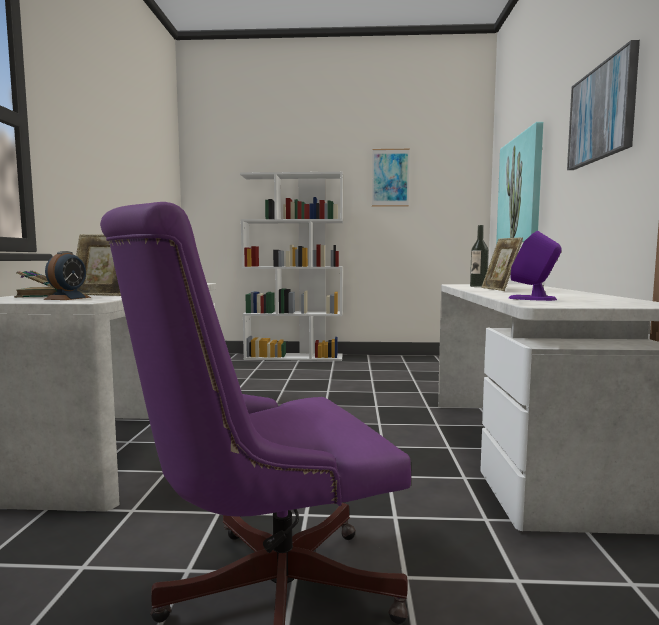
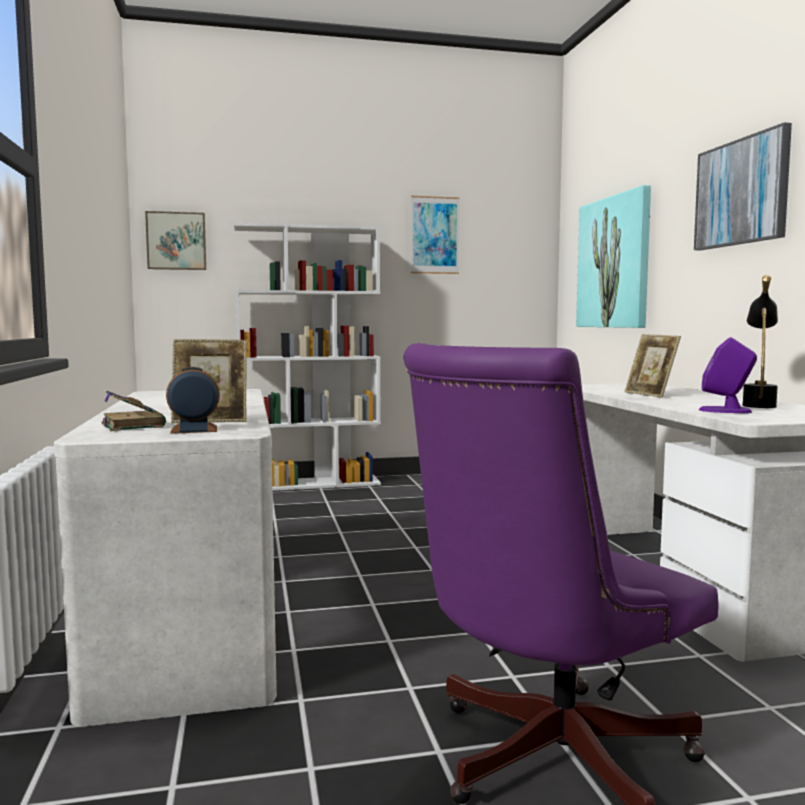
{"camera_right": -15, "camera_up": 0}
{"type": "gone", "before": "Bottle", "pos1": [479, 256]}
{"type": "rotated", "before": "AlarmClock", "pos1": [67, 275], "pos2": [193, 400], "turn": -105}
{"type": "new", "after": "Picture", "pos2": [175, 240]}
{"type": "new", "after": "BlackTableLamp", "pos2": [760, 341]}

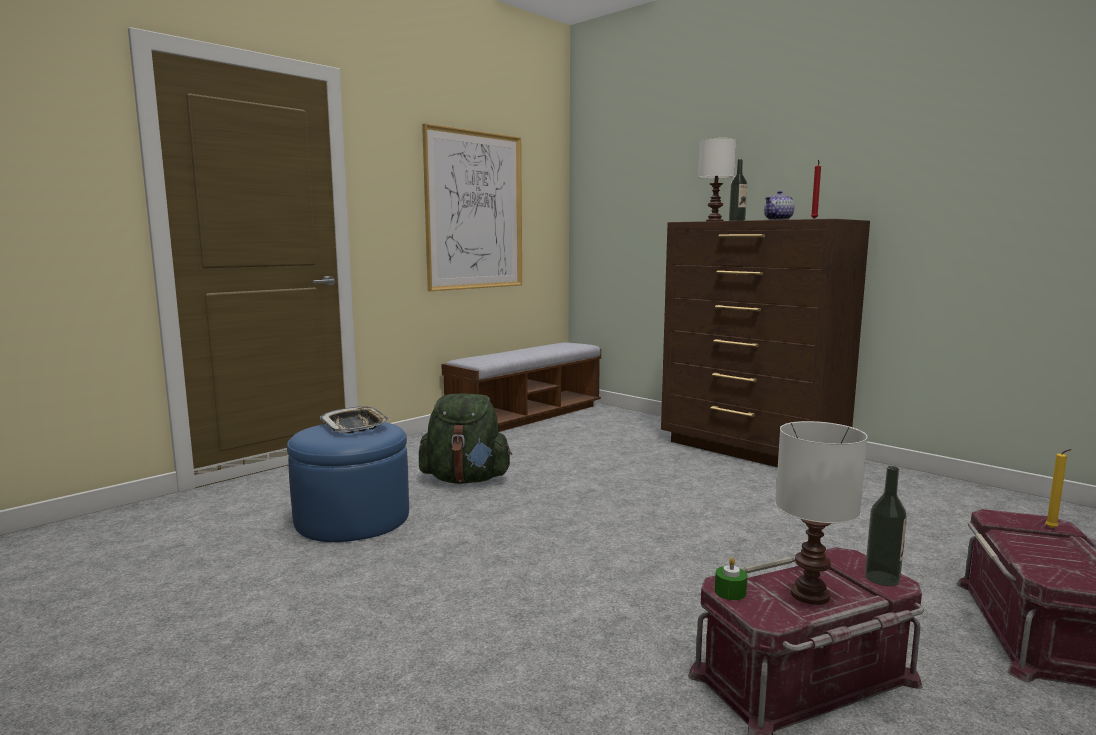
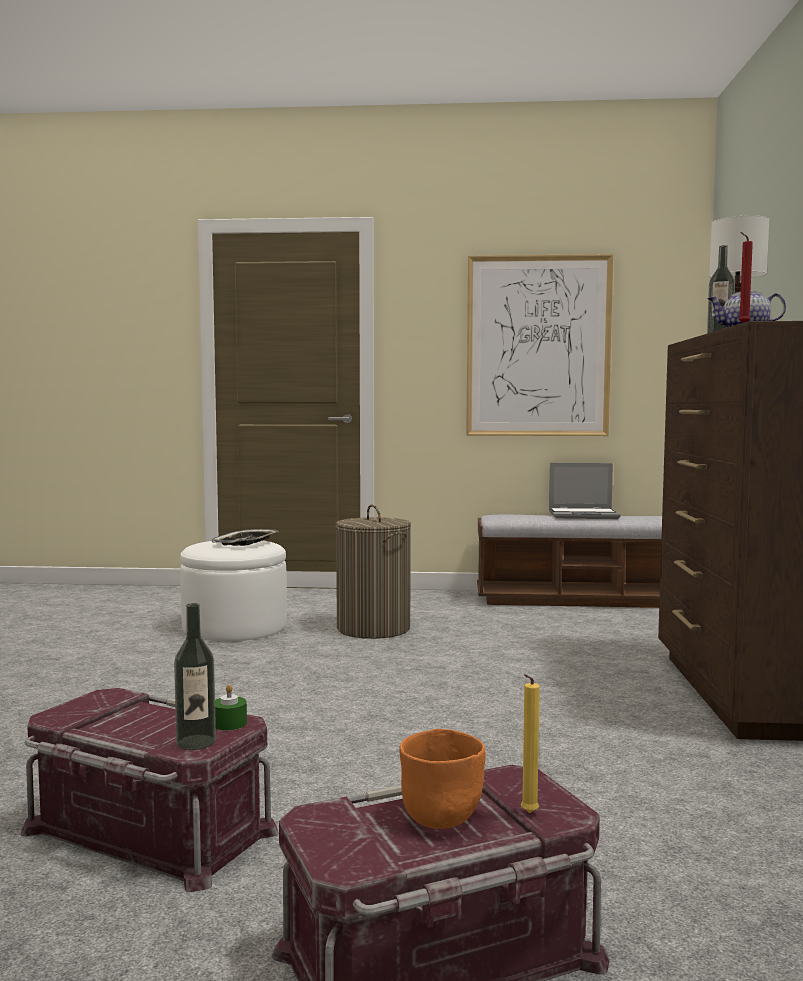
{"camera_right": 50, "camera_up": -5}
{"type": "swapped", "before": "GreenBackpack", "after": "LaundryBasket", "pos1": [465, 438], "pos2": [373, 572]}
{"type": "gone", "before": "WhiteTableLamp", "pos1": [821, 513]}
{"type": "repainted", "before": "BlueOttoman", "after": "WhiteOttoman", "pos1": [348, 482], "pos2": [233, 591]}
{"type": "shifted", "before": "GreenCandle", "pos1": [731, 579], "pos2": [231, 707]}
{"type": "new", "after": "Laptop", "pos2": [584, 491]}
{"type": "new", "after": "OrangeBowl", "pos2": [442, 779]}

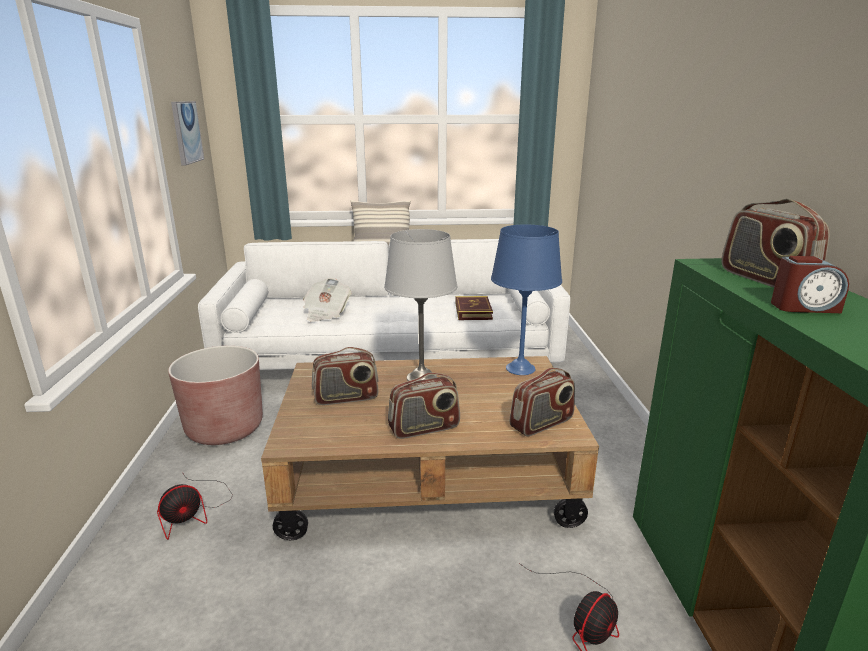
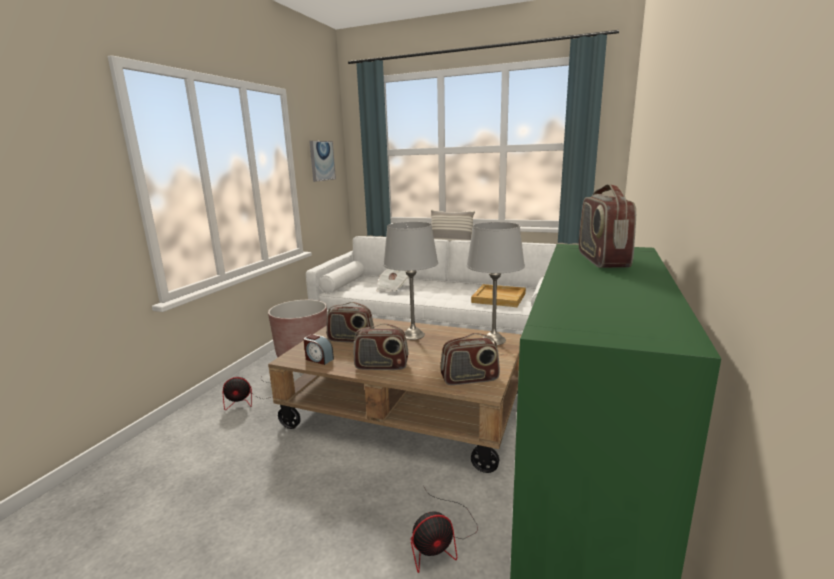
{"camera_right": 25, "camera_up": -5}
{"type": "repainted", "before": "BlueTableLamp", "after": "GreyTableLamp", "pos1": [526, 300], "pos2": [496, 283]}
{"type": "shifted", "before": "AlarmClock", "pos1": [810, 284], "pos2": [319, 349]}
{"type": "swapped", "before": "Book", "after": "BeigeTray", "pos1": [474, 308], "pos2": [498, 295]}

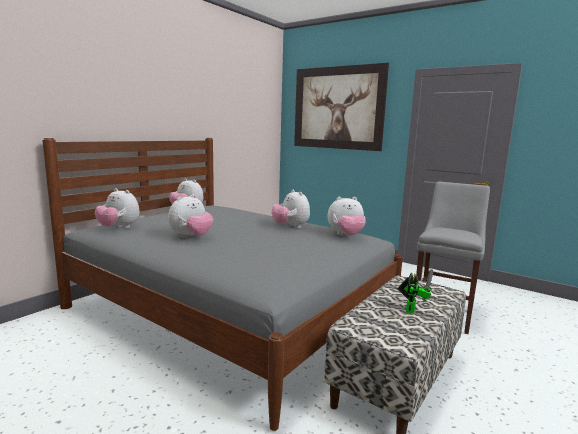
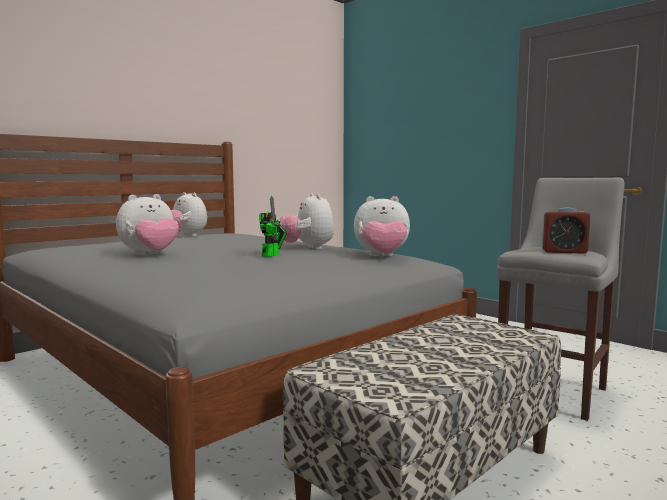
{"camera_right": 10, "camera_up": -5}
{"type": "gone", "before": "Picture", "pos1": [341, 107]}
{"type": "gone", "before": "PlushToy", "pos1": [117, 208]}
{"type": "shifted", "before": "ToyRobot", "pos1": [415, 291], "pos2": [273, 226]}
{"type": "new", "after": "AlarmClock", "pos2": [566, 230]}

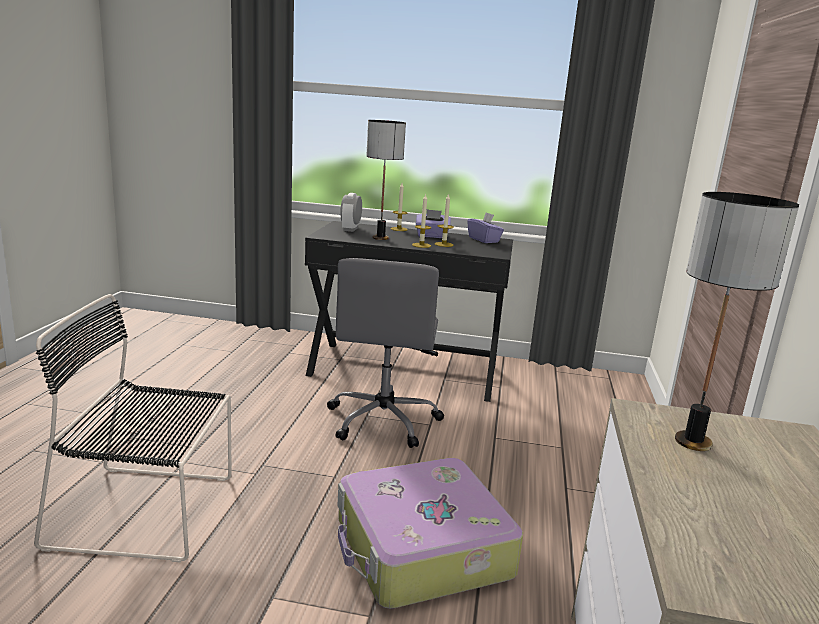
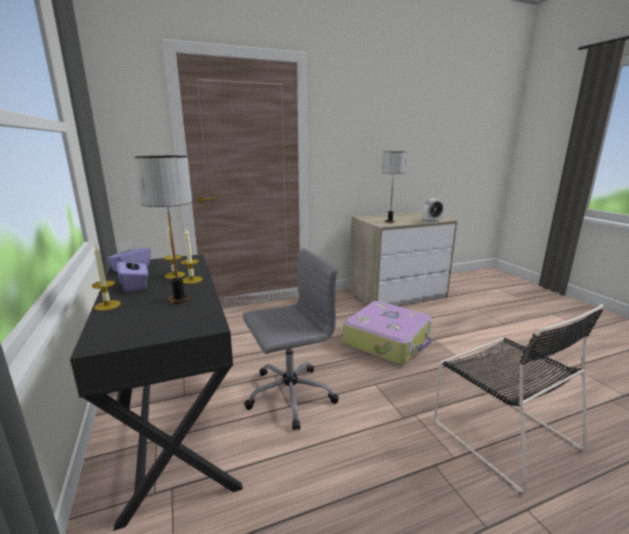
{"camera_right": -120, "camera_up": 0}
{"type": "shifted", "before": "AlarmClock", "pos1": [351, 212], "pos2": [433, 210]}

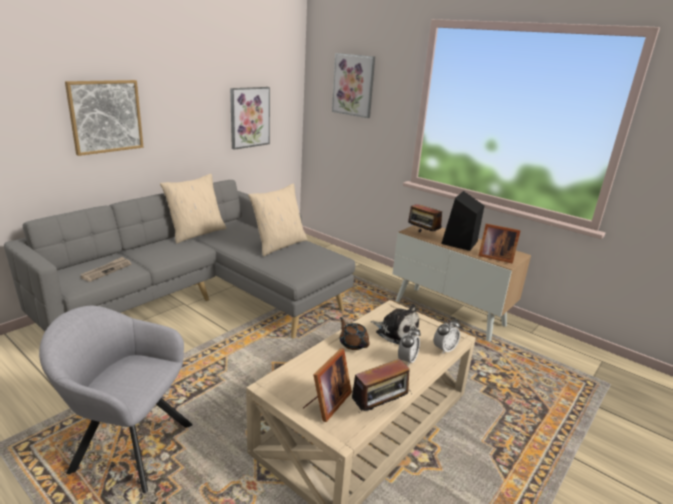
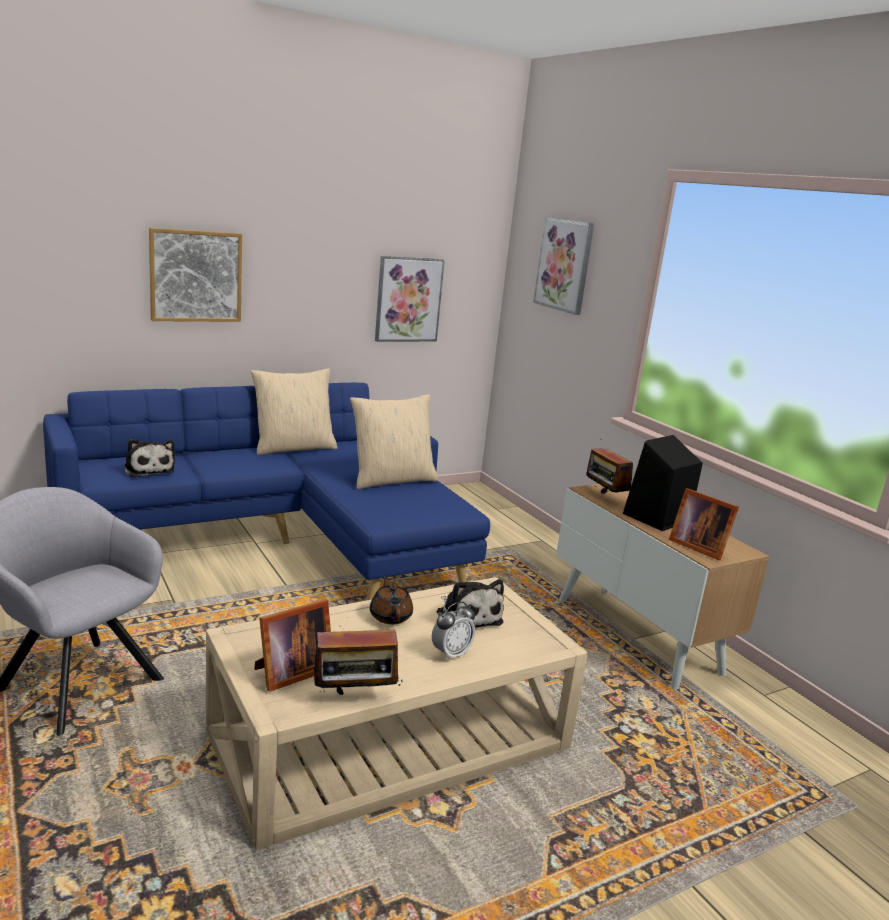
{"camera_right": 20, "camera_up": -5}
{"type": "repainted", "before": "GreySofa", "after": "BlueSofa", "pos1": [179, 259], "pos2": [266, 491]}
{"type": "swapped", "before": "Newspaper", "after": "PlushToy", "pos1": [106, 269], "pos2": [149, 458]}
{"type": "gone", "before": "AlarmClock", "pos1": [447, 336]}

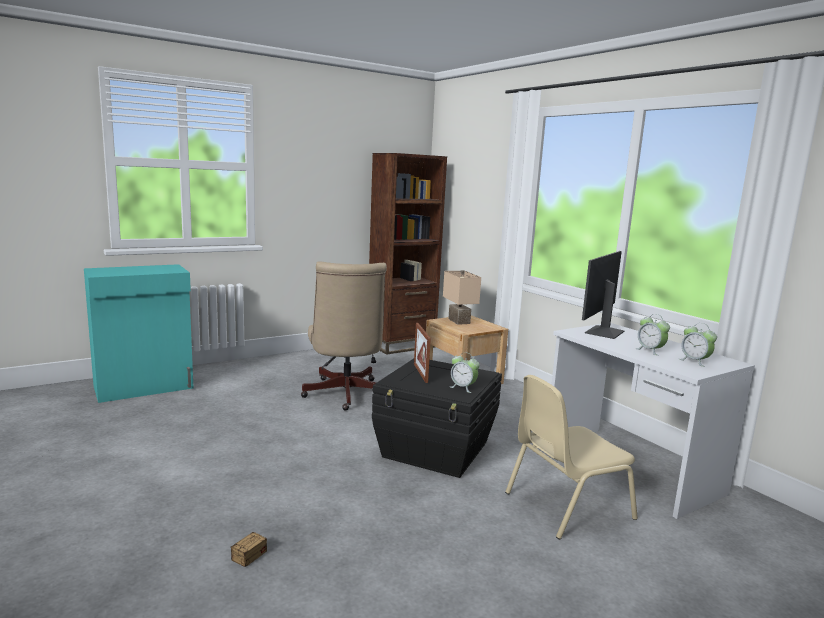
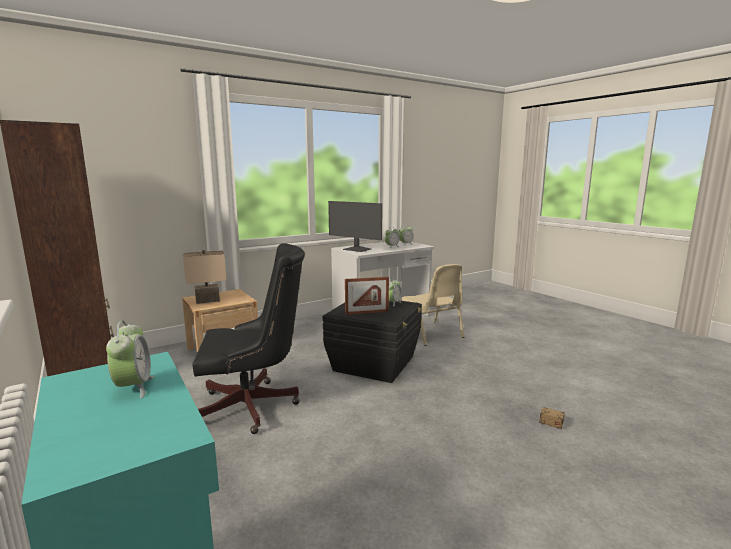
{"camera_right": -90, "camera_up": 0}
{"type": "repainted", "before": "BeigeOfficeChair", "after": "BlackOfficeChair", "pos1": [344, 336], "pos2": [248, 338]}
{"type": "new", "after": "AlarmClock", "pos2": [130, 359]}

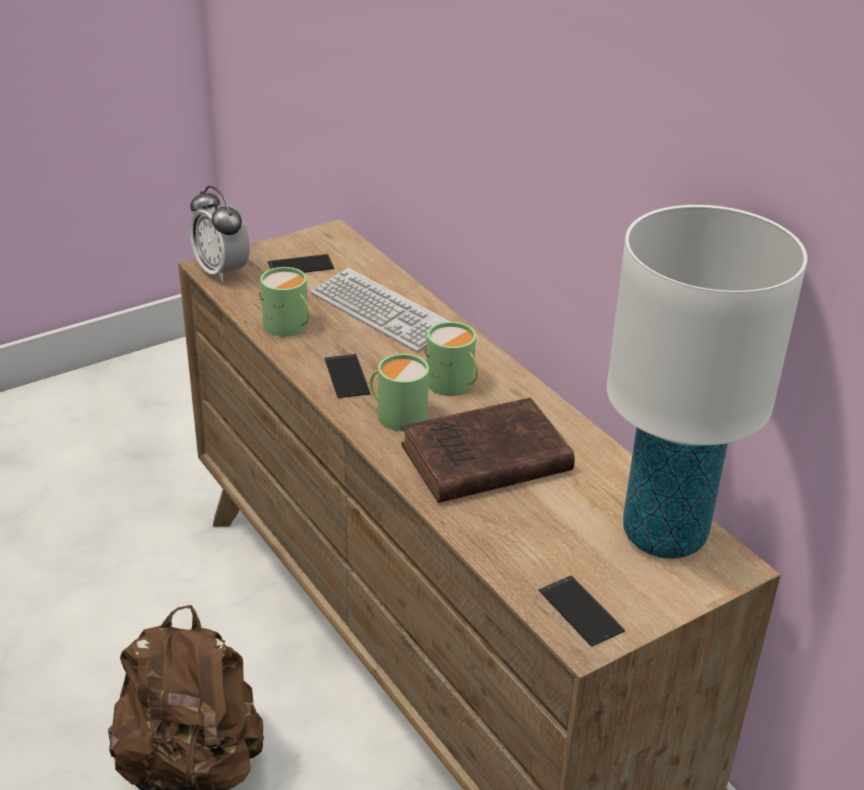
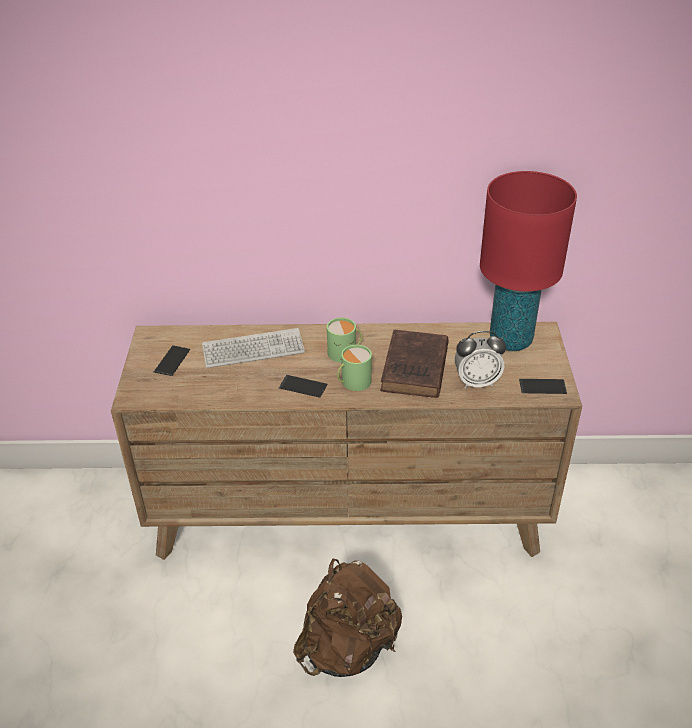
{"camera_right": -55, "camera_up": 5}
{"type": "shifted", "before": "AlarmClock", "pos1": [220, 234], "pos2": [480, 359]}
{"type": "repainted", "before": "WhiteTableLamp", "after": "RedTableLamp", "pos1": [707, 382], "pos2": [528, 261]}
{"type": "gone", "before": "GreenMug", "pos1": [284, 302]}

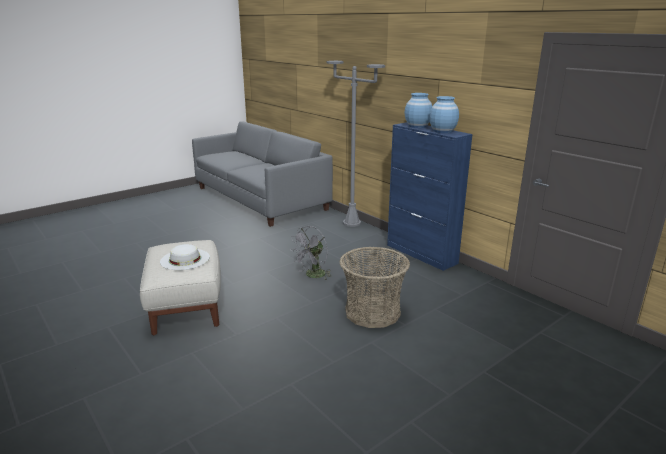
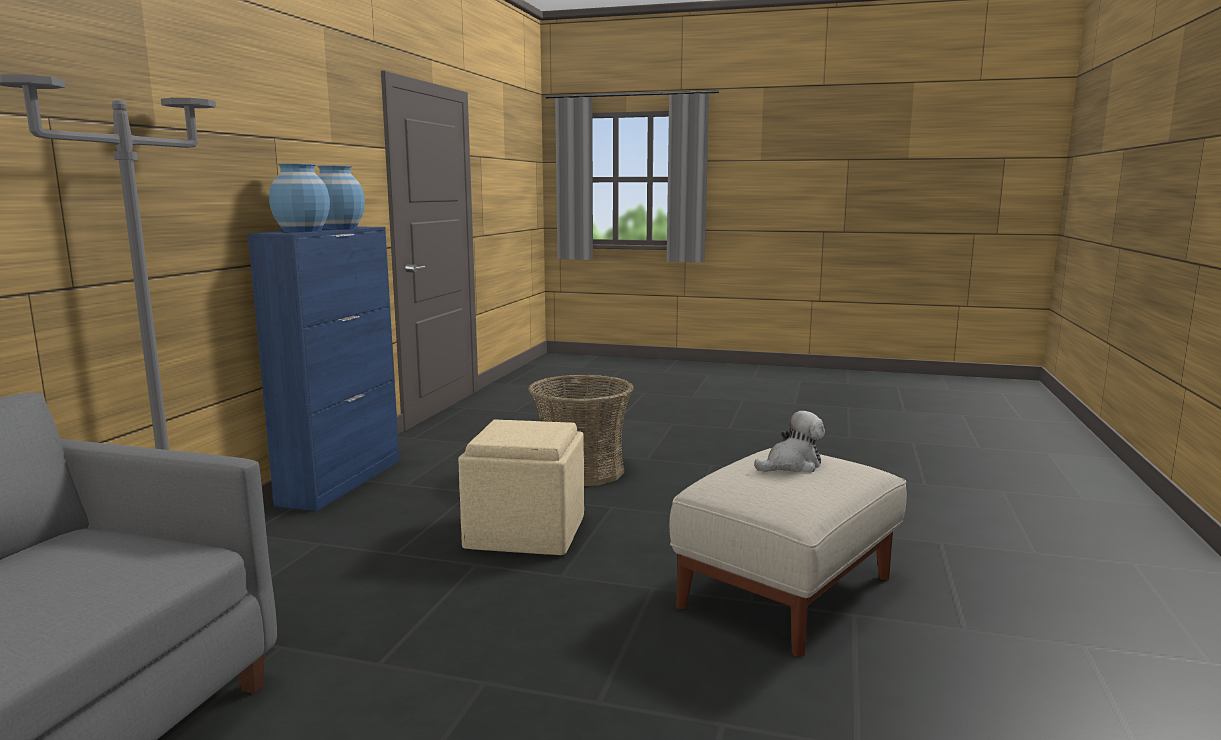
{"camera_right": -125, "camera_up": -10}
{"type": "swapped", "before": "GreyFan", "after": "BeigeOttoman", "pos1": [310, 253], "pos2": [521, 487]}
{"type": "swapped", "before": "WhiteHat", "after": "PlushToy", "pos1": [185, 257], "pos2": [789, 442]}

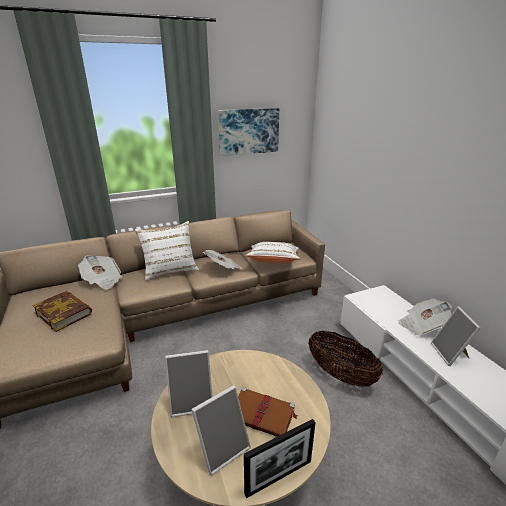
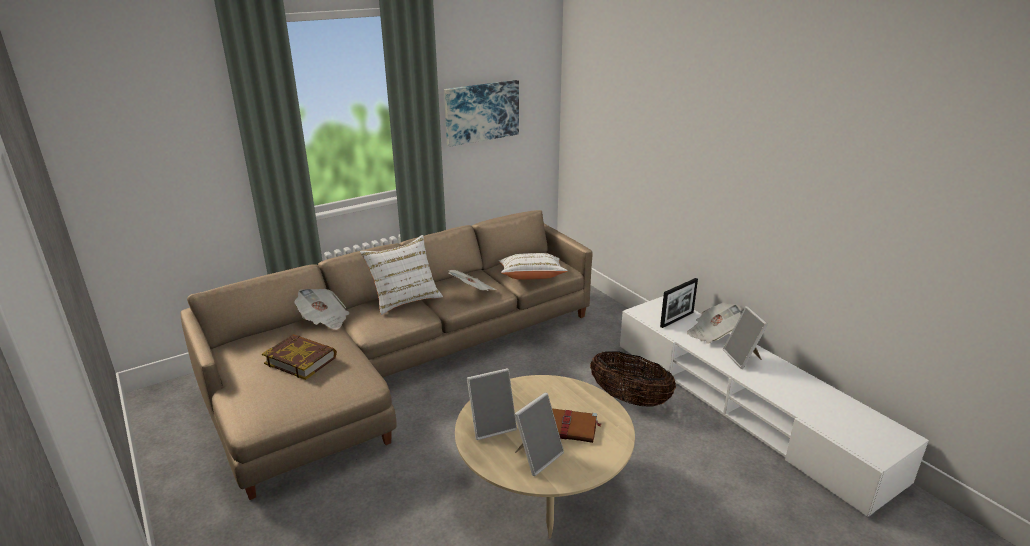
{"camera_right": -10, "camera_up": 0}
{"type": "shifted", "before": "PictureFrame", "pos1": [280, 458], "pos2": [679, 303]}

